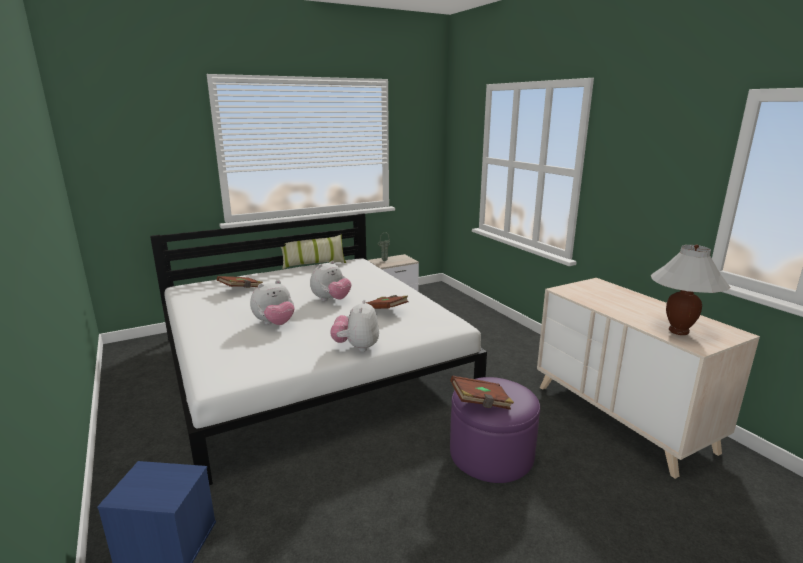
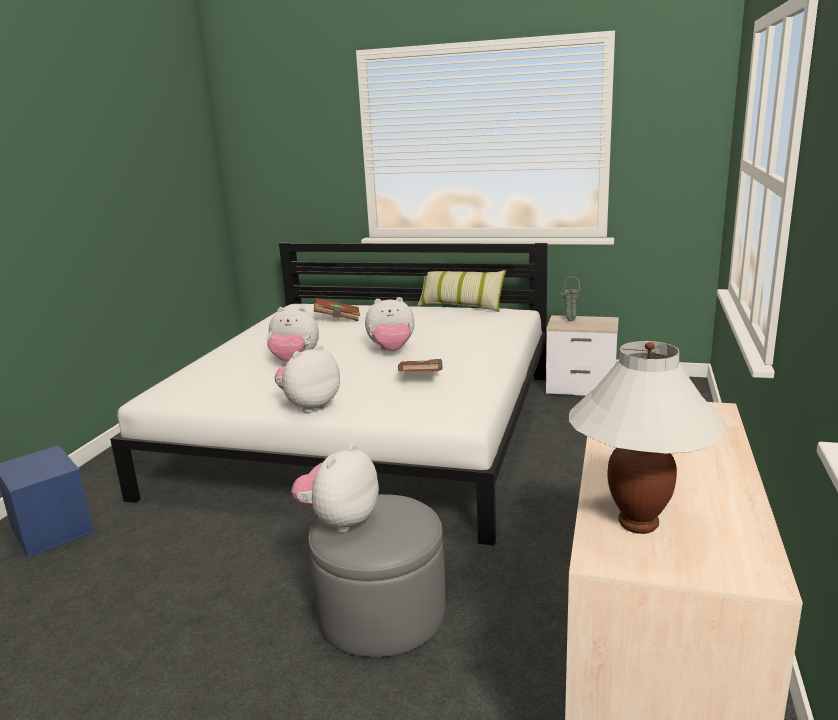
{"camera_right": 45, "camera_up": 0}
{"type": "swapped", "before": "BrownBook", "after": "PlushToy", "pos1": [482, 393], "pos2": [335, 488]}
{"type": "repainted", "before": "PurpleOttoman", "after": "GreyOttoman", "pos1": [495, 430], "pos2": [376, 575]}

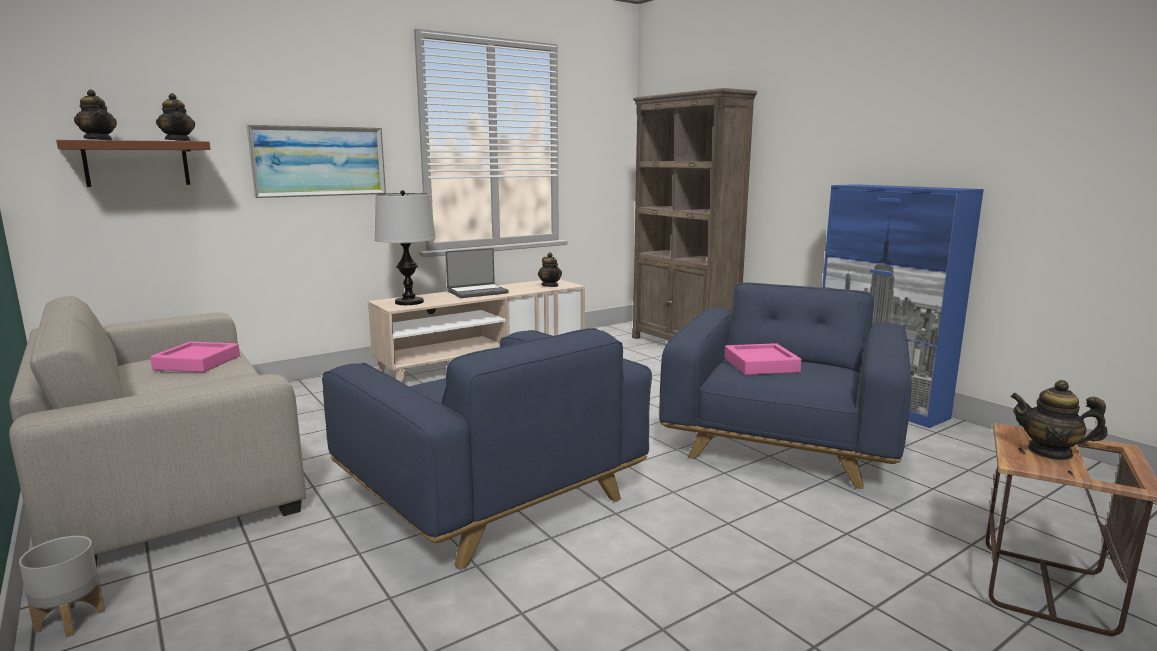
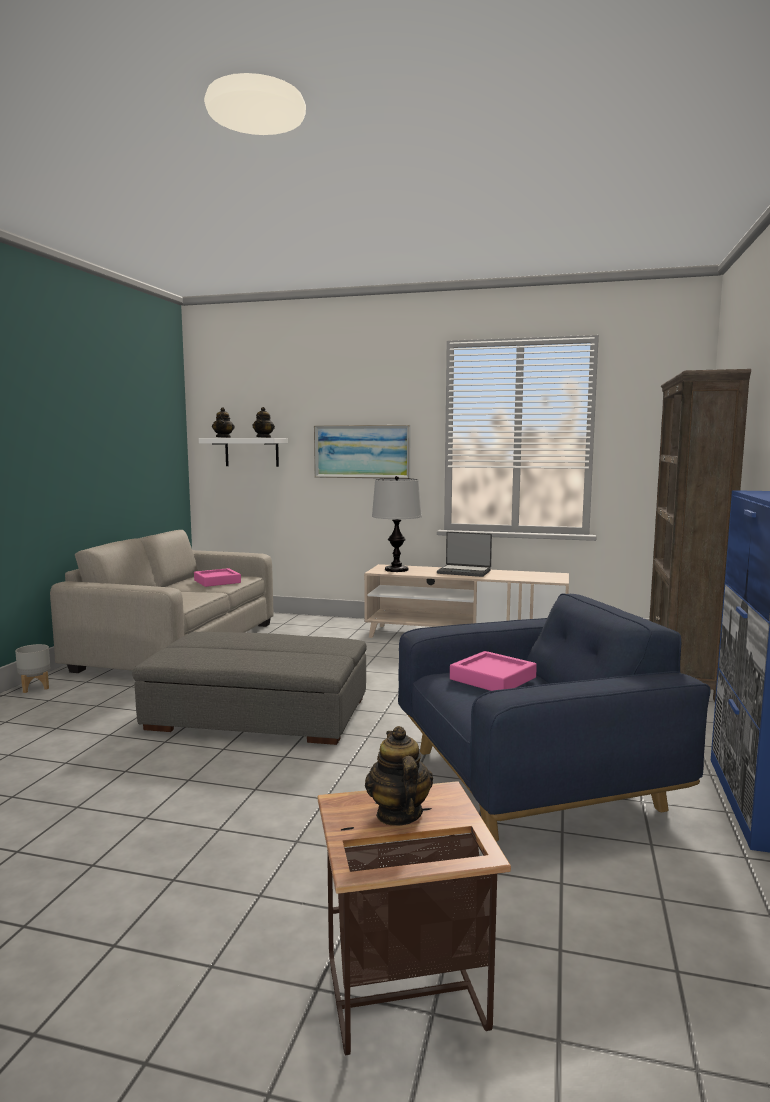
{"camera_right": 50, "camera_up": -5}
{"type": "repainted", "before": "BrownShelf", "after": "WhiteShelf", "pos1": [133, 163], "pos2": [243, 452]}
{"type": "gone", "before": "Teapot", "pos1": [550, 269]}
{"type": "swapped", "before": "BlueArmchair", "after": "GreyOttoman", "pos1": [487, 448], "pos2": [249, 688]}

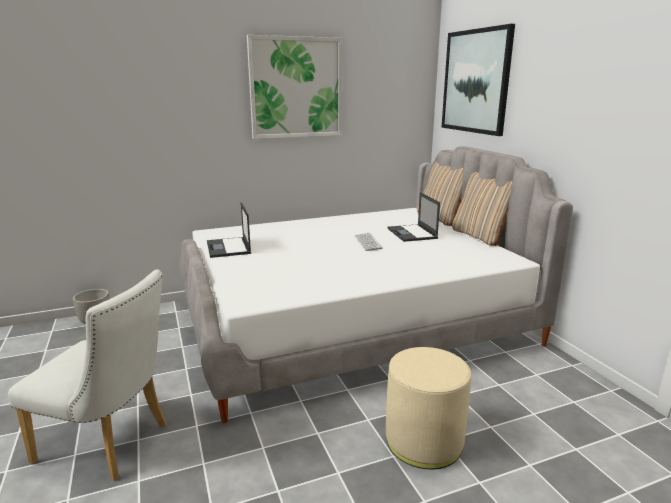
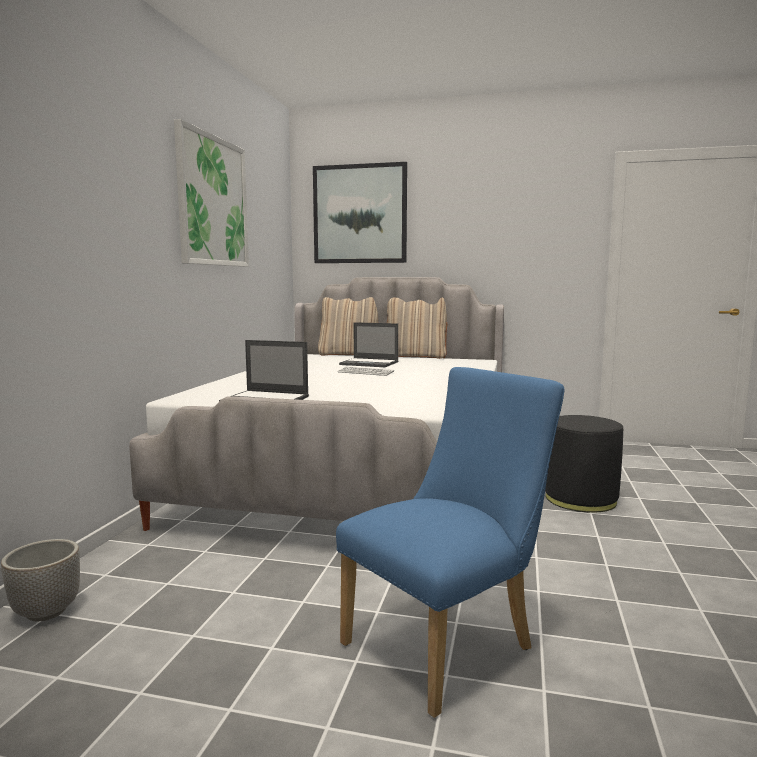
{"camera_right": -55, "camera_up": -10}
{"type": "repainted", "before": "WhiteChair", "after": "BlueChair", "pos1": [87, 374], "pos2": [450, 542]}
{"type": "repainted", "before": "BeigeOttoman", "after": "BlackOttoman", "pos1": [428, 408], "pos2": [584, 464]}

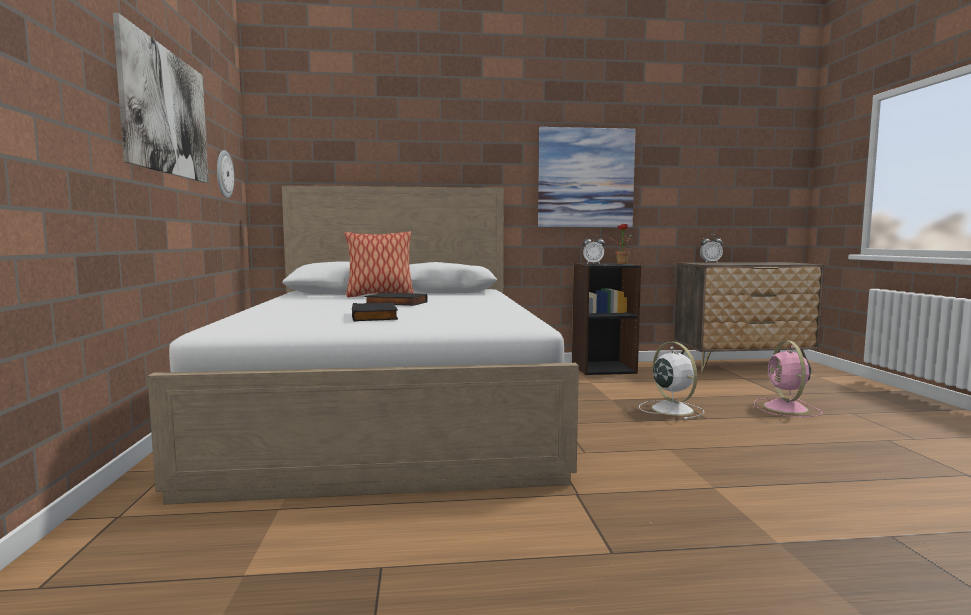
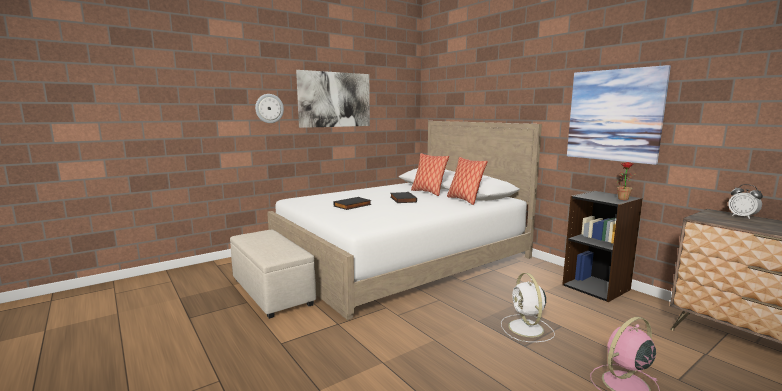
{"camera_right": 60, "camera_up": 5}
{"type": "shifted", "before": "WallClock", "pos1": [225, 174], "pos2": [269, 108]}
{"type": "gone", "before": "AlarmClock", "pos1": [594, 249]}
{"type": "rotated", "before": "WhiteFan", "pos1": [671, 381], "pos2": [528, 307], "turn": 135}
{"type": "new", "after": "Pillow", "pos2": [467, 181]}
{"type": "new", "after": "BeigeOttoman", "pos2": [273, 274]}

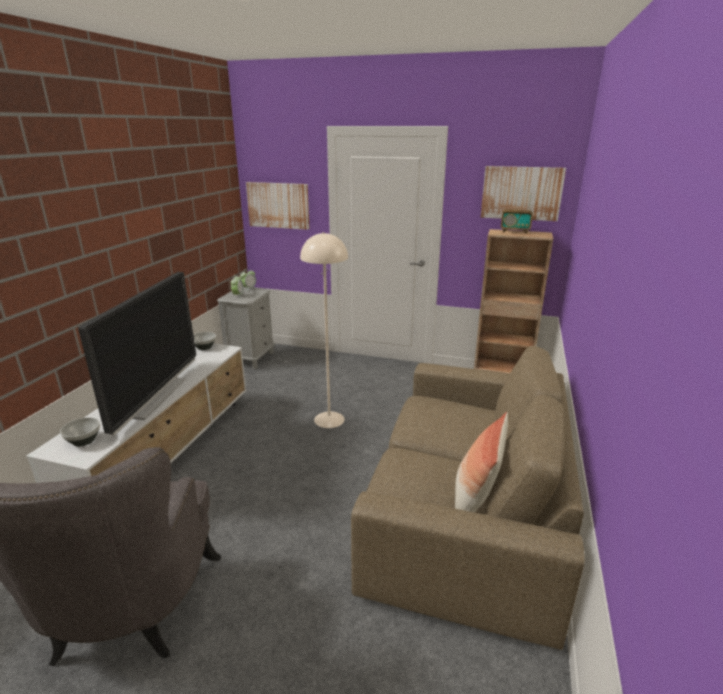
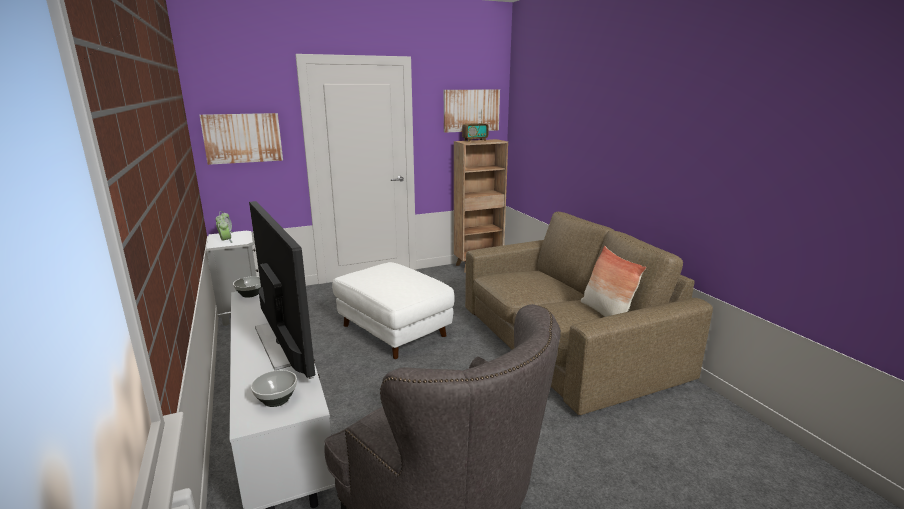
{"camera_right": -40, "camera_up": -5}
{"type": "swapped", "before": "BeigeFloorLamp", "after": "WhiteOttoman", "pos1": [324, 330], "pos2": [393, 310]}

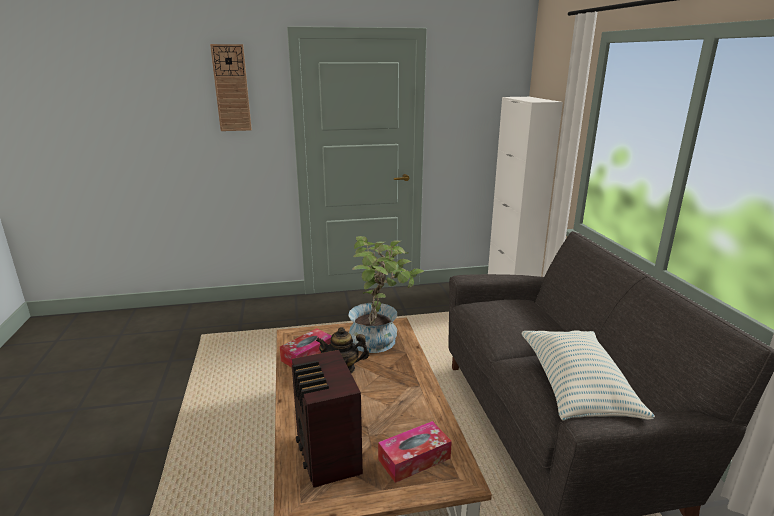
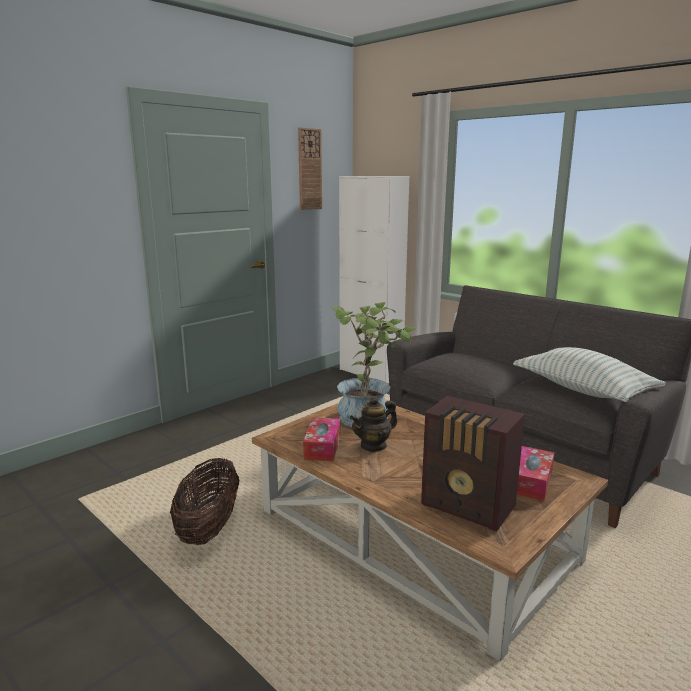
{"camera_right": -35, "camera_up": -5}
{"type": "shifted", "before": "WallClock", "pos1": [231, 87], "pos2": [310, 168]}
{"type": "new", "after": "Basket", "pos2": [204, 501]}

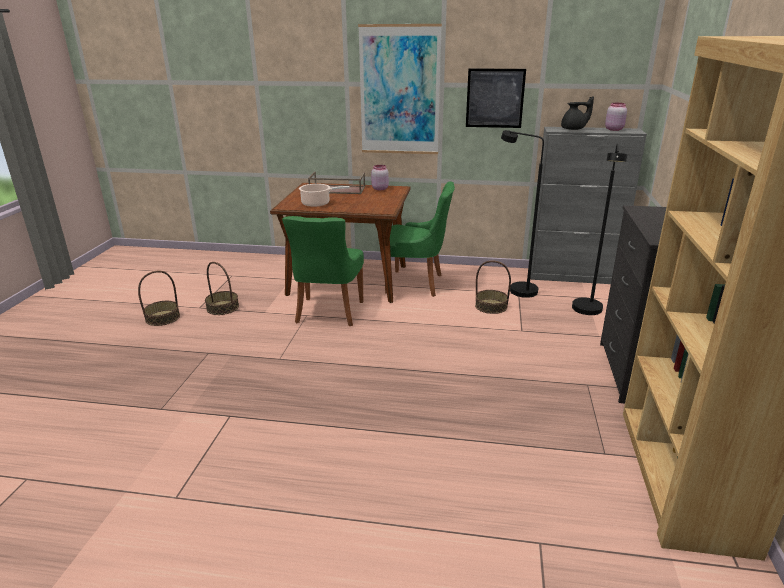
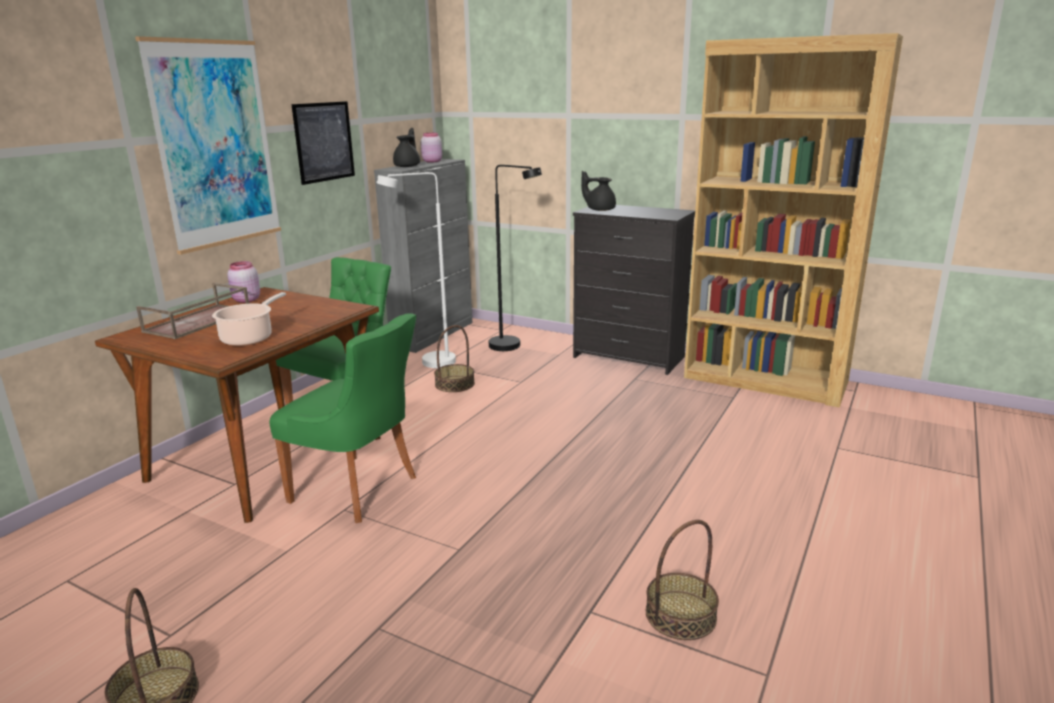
{"camera_right": -70, "camera_up": -5}
{"type": "repainted", "before": "BlackFloorLamp", "after": "WhiteFloorLamp", "pos1": [522, 214], "pos2": [416, 270]}
{"type": "shifted", "before": "Basket", "pos1": [222, 288], "pos2": [682, 580]}
{"type": "new", "after": "BlackTeapot", "pos2": [598, 191]}

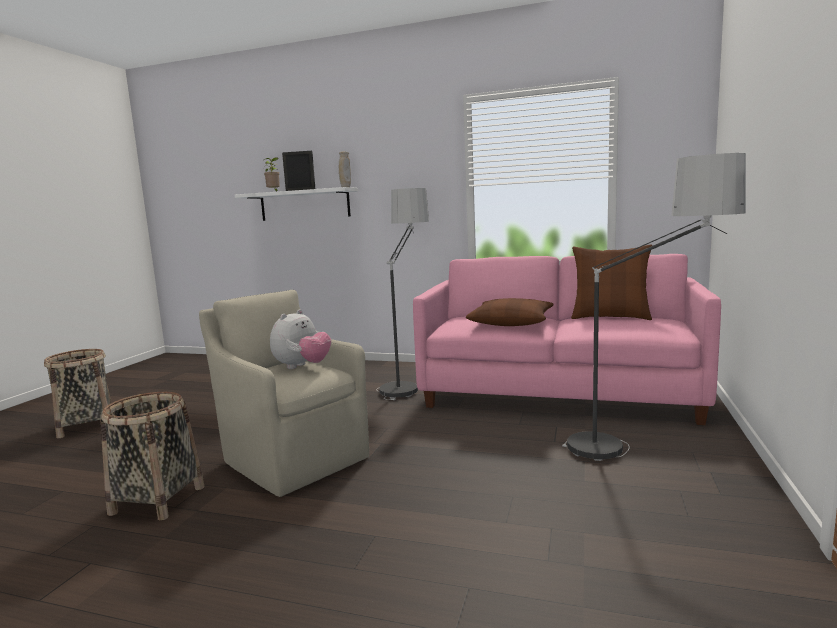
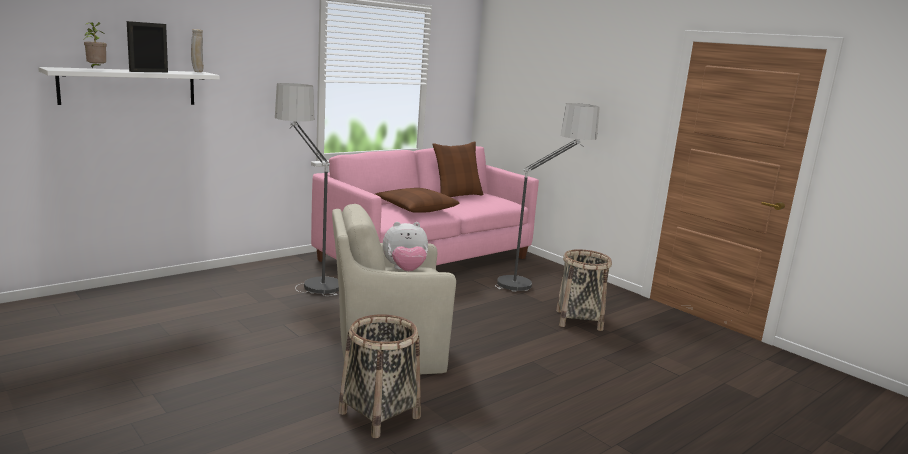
{"camera_right": -60, "camera_up": 5}
{"type": "rotated", "before": "PlushToy", "pos1": [300, 339], "pos2": [405, 246], "turn": 105}
{"type": "shifted", "before": "Basket", "pos1": [78, 393], "pos2": [584, 290]}

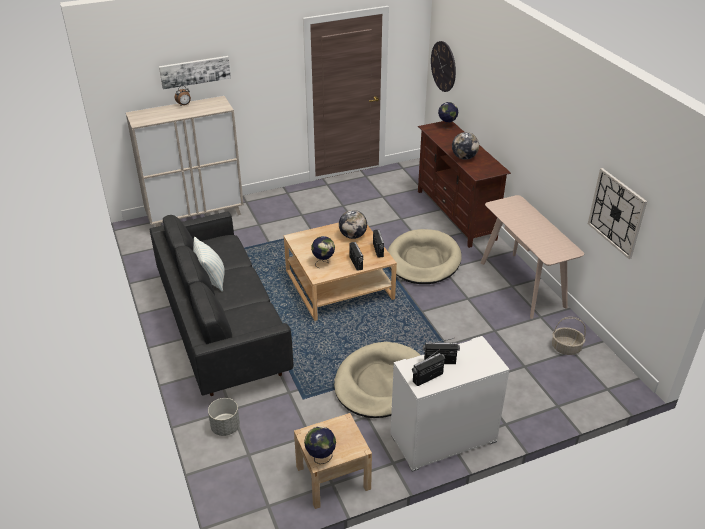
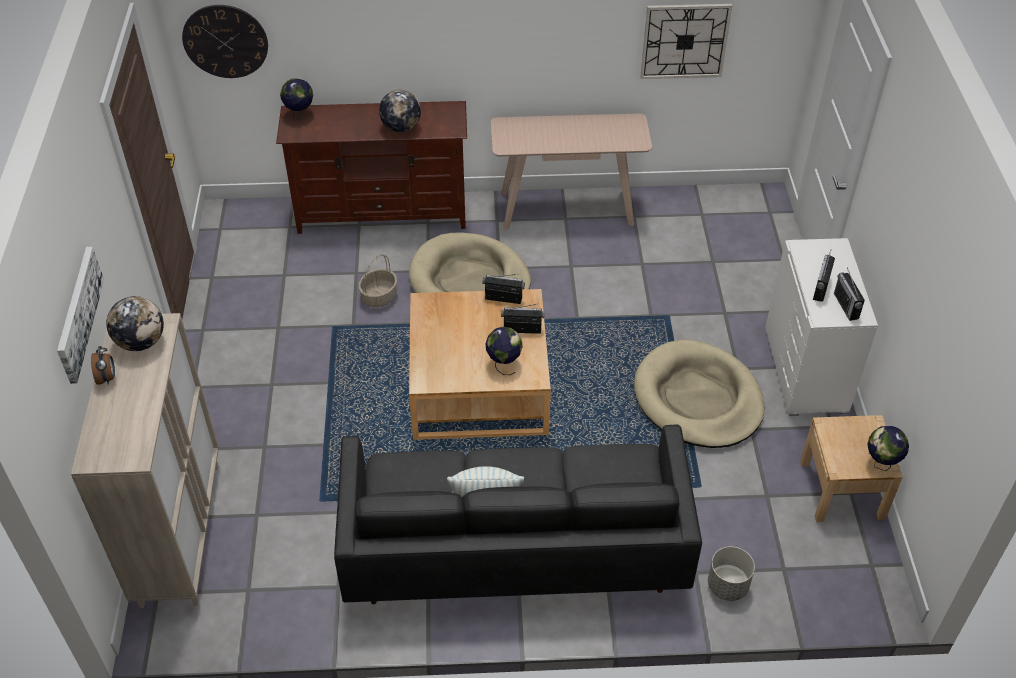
{"camera_right": -70, "camera_up": 10}
{"type": "shifted", "before": "Globe", "pos1": [353, 224], "pos2": [135, 323]}
{"type": "shifted", "before": "Basket", "pos1": [569, 336], "pos2": [377, 280]}

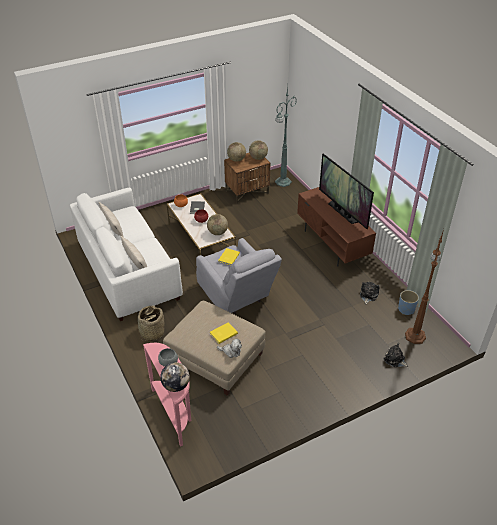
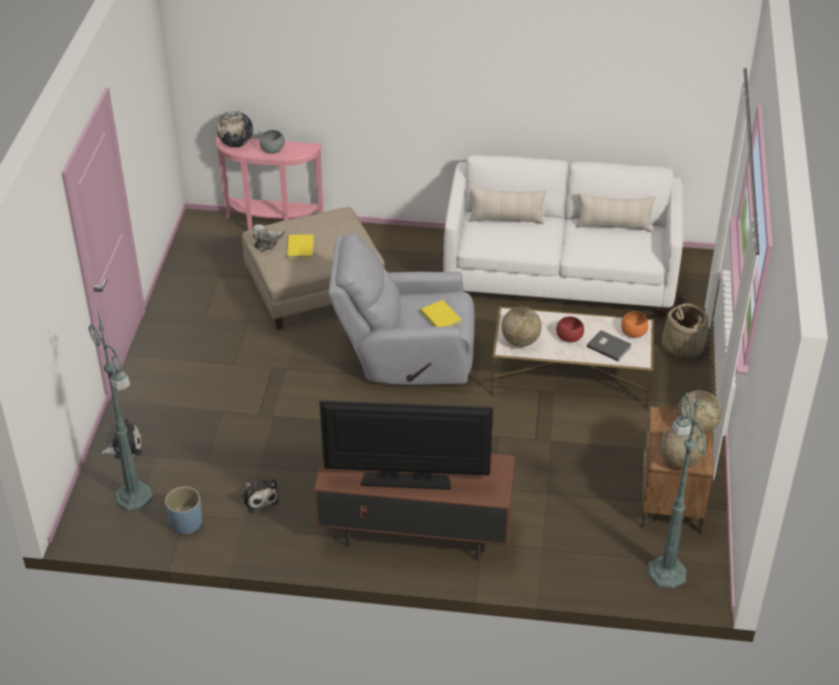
{"camera_right": 125, "camera_up": 0}
{"type": "repainted", "before": "BrownFloorLamp", "after": "GreenFloorLamp", "pos1": [424, 286], "pos2": [120, 409]}
{"type": "shifted", "before": "Basket", "pos1": [151, 323], "pos2": [685, 331]}

